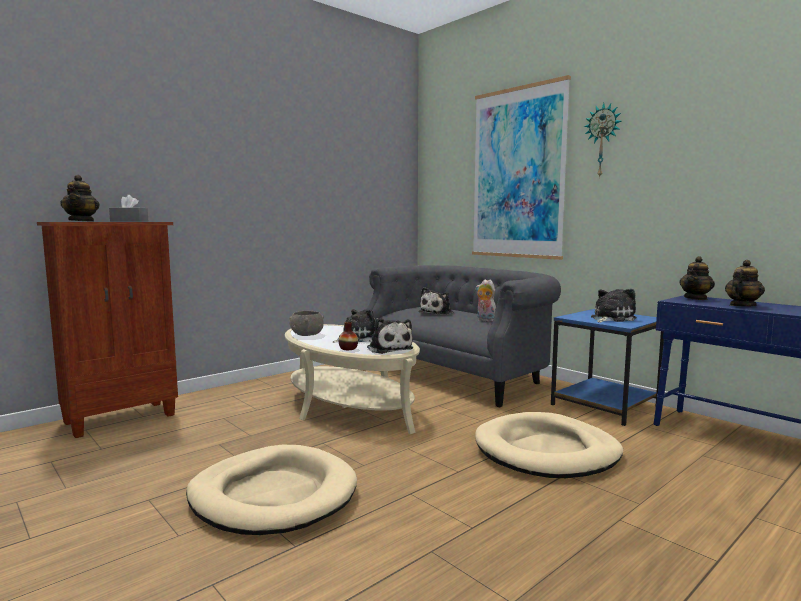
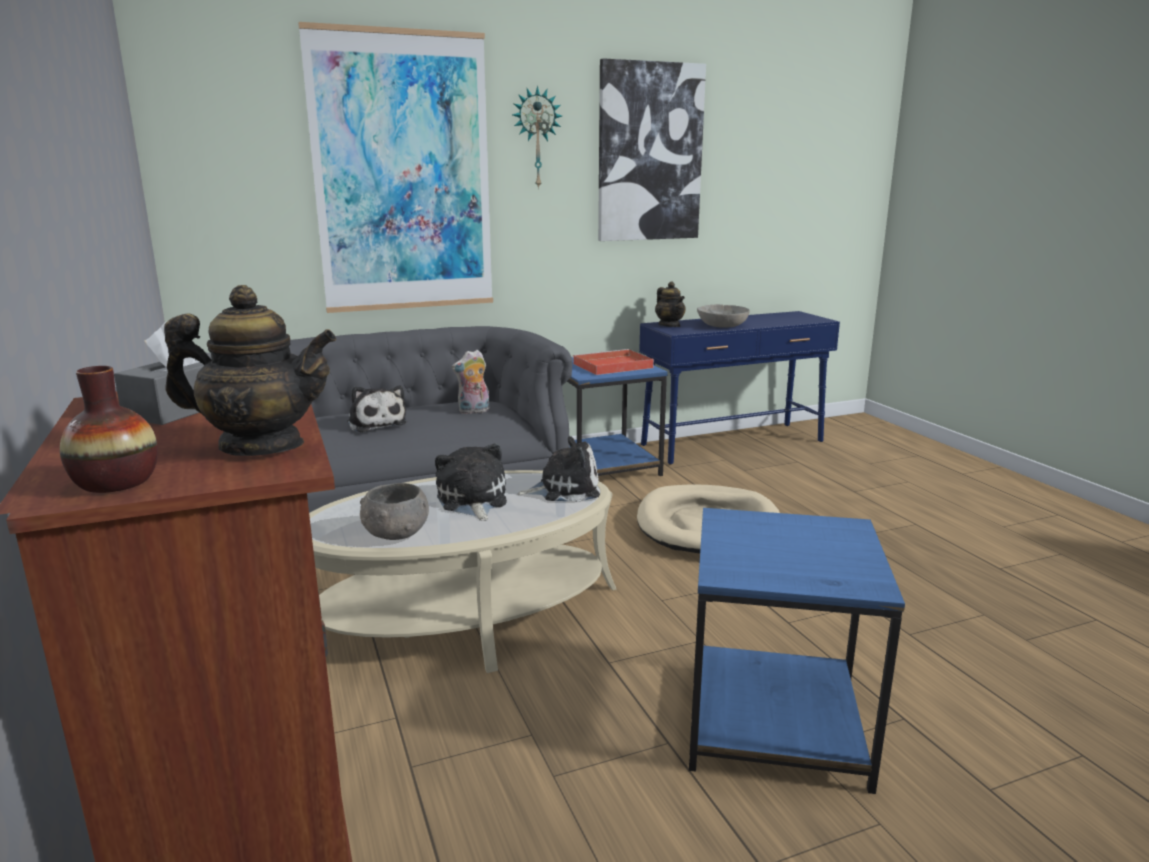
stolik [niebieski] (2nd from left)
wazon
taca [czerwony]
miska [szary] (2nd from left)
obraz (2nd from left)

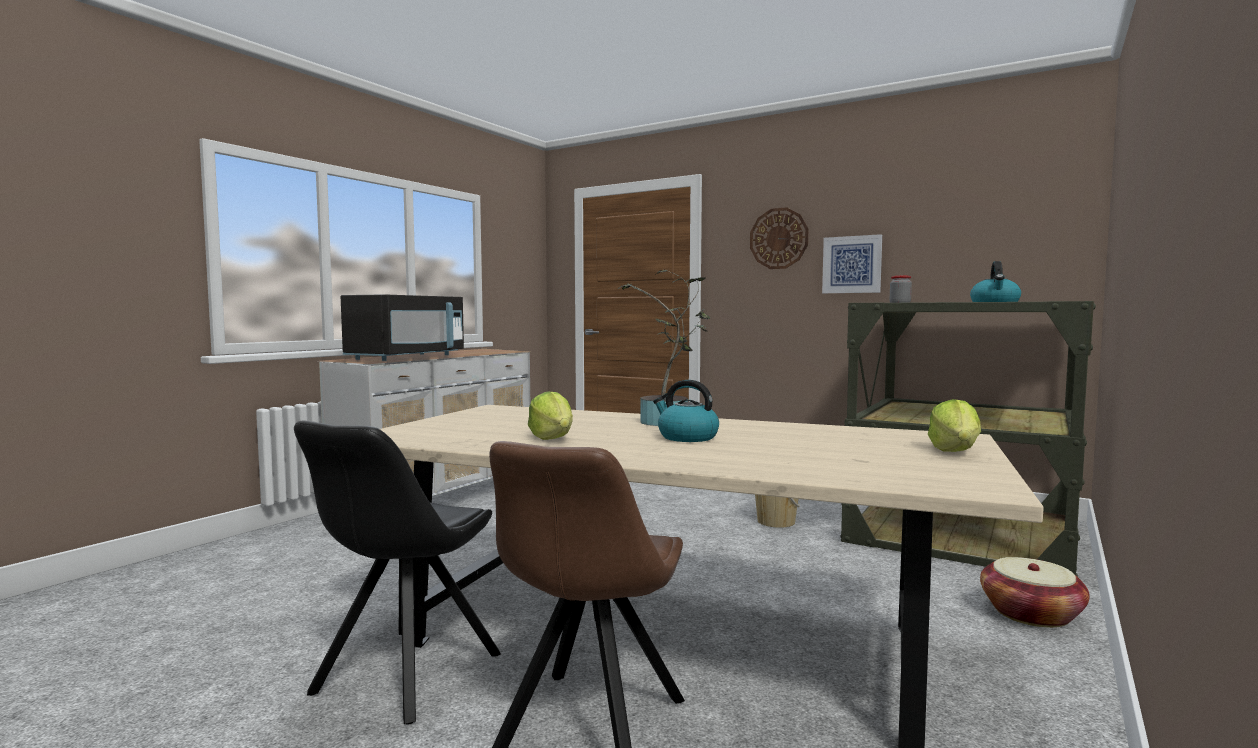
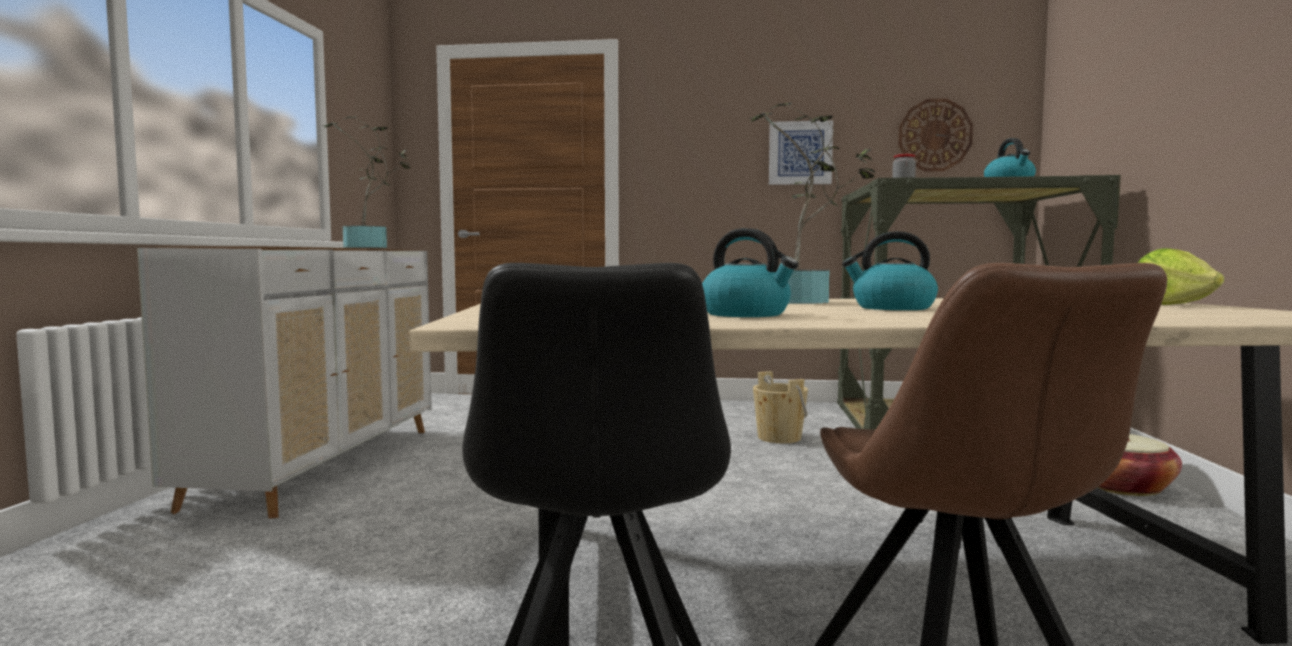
mikrofalówka [czarny]
czajnik (1st from left)
zegar ścienny
roślina doniczkowa (1st from left)

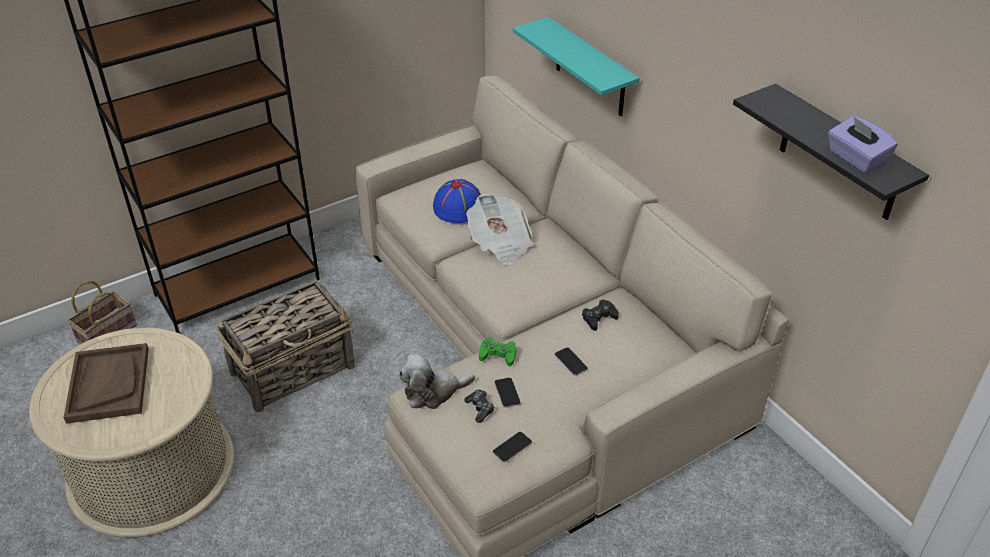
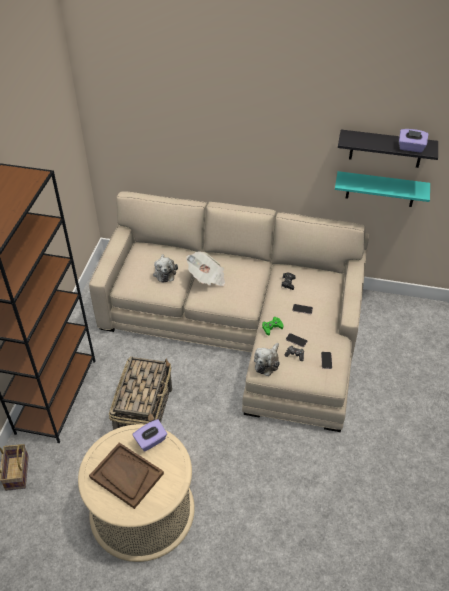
pluszak (1st from left)
półka [turkusowy]
pudełko chusteczek [fioletowy] (1st from left)

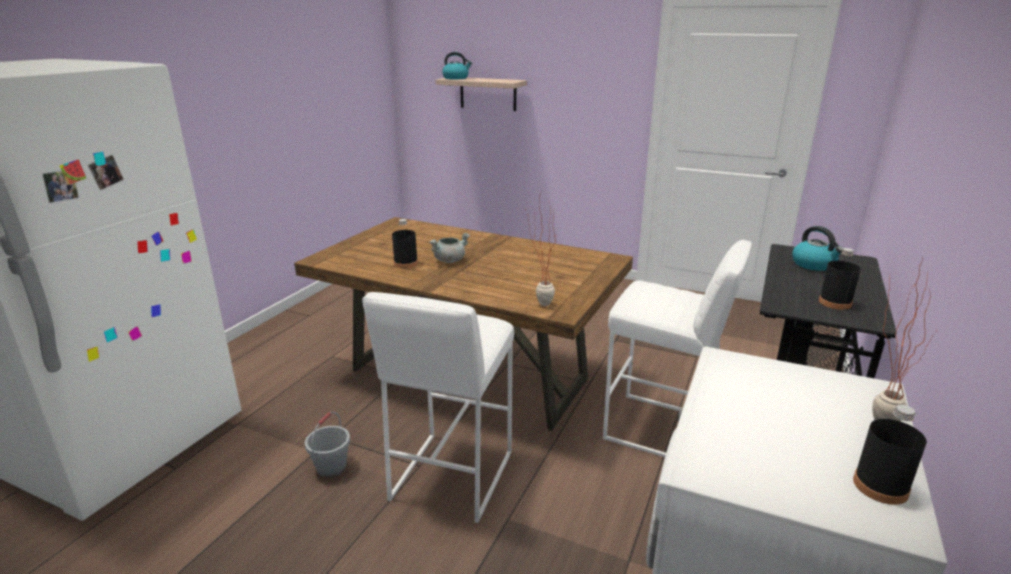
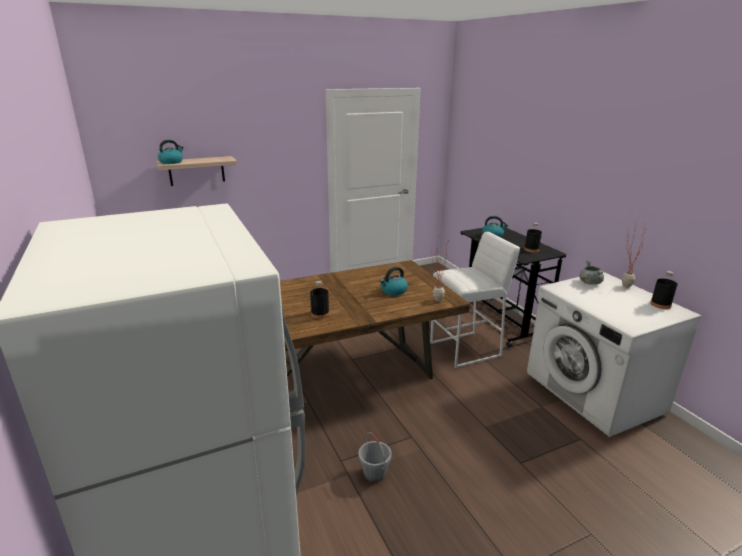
stołek [biały] (1st from left in the first image)
garnek [szary]
czajnik (2nd from left)

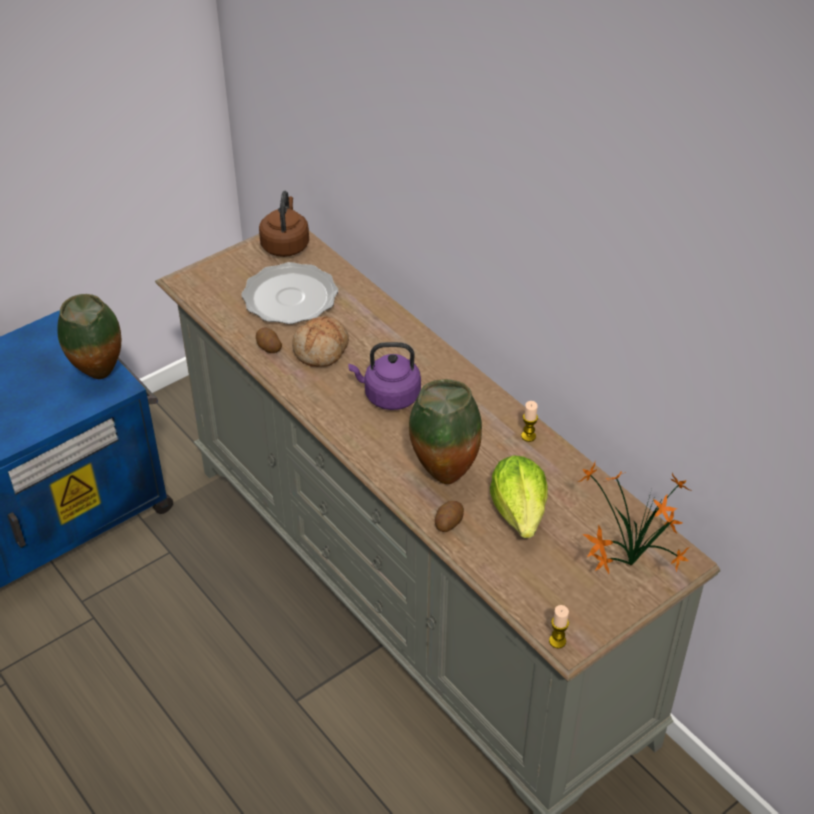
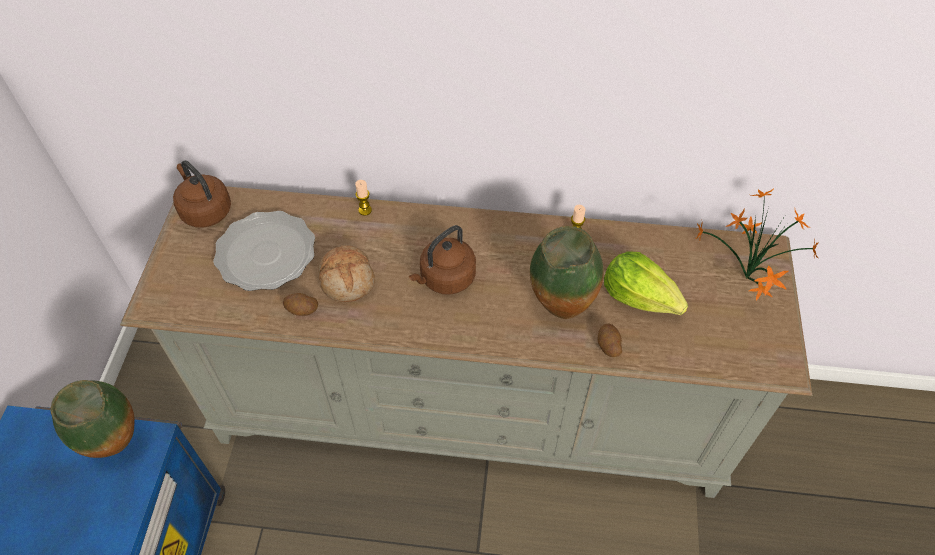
czajnik [brązowy] (2nd from left)
świeca (1st from left)

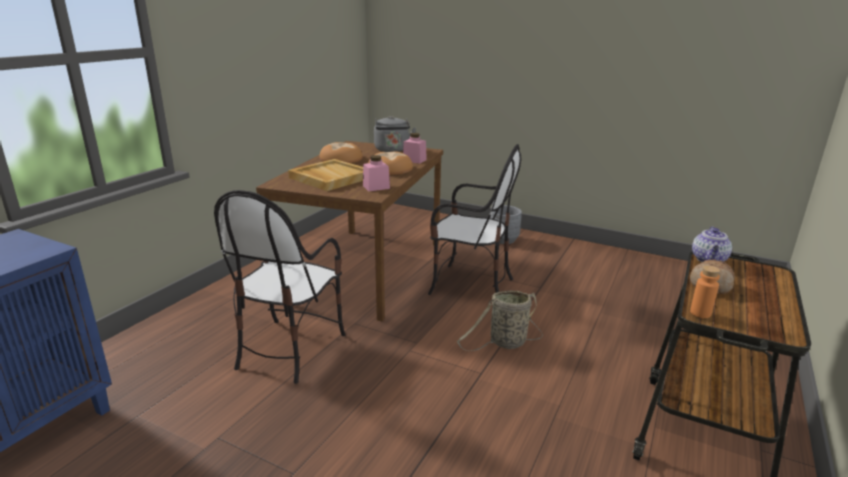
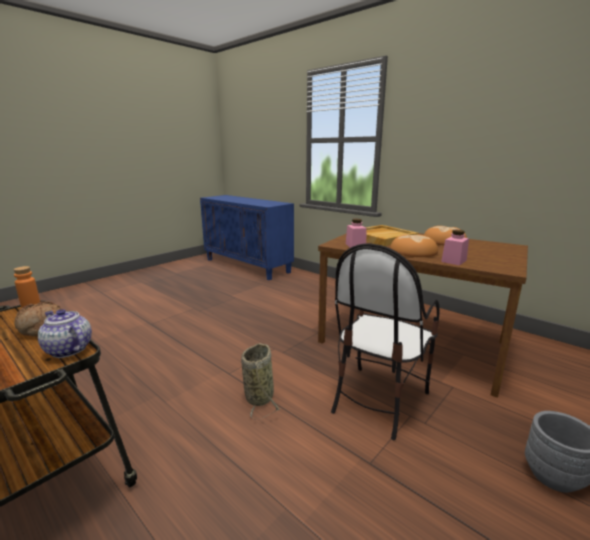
krzesło (1st from left in the first image)
czajnik [szary]

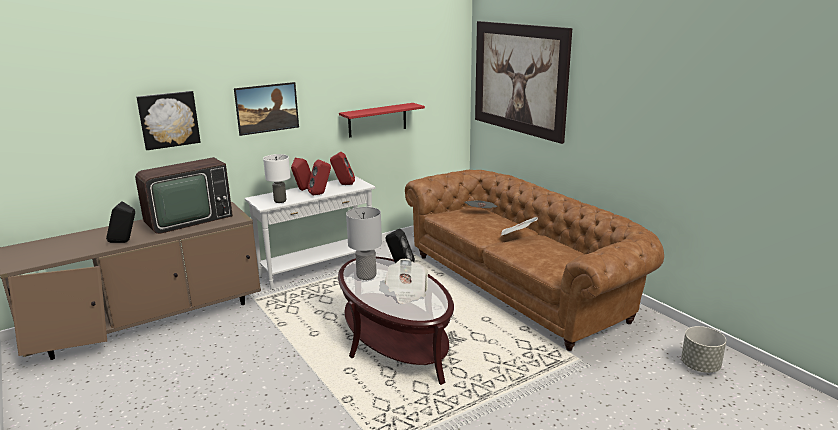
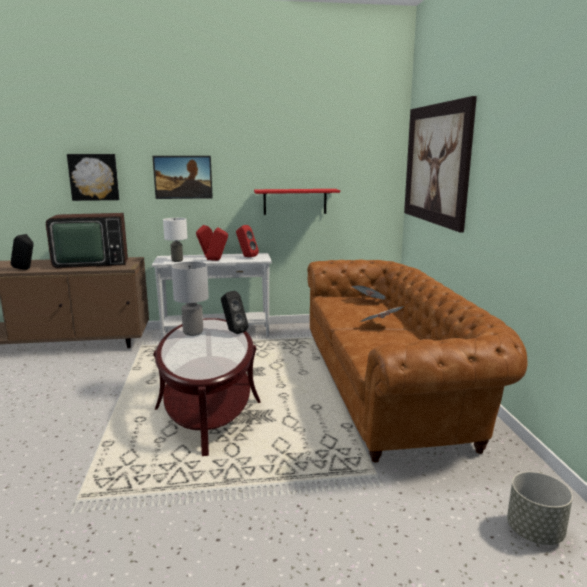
gazeta (1st from left in the first image)

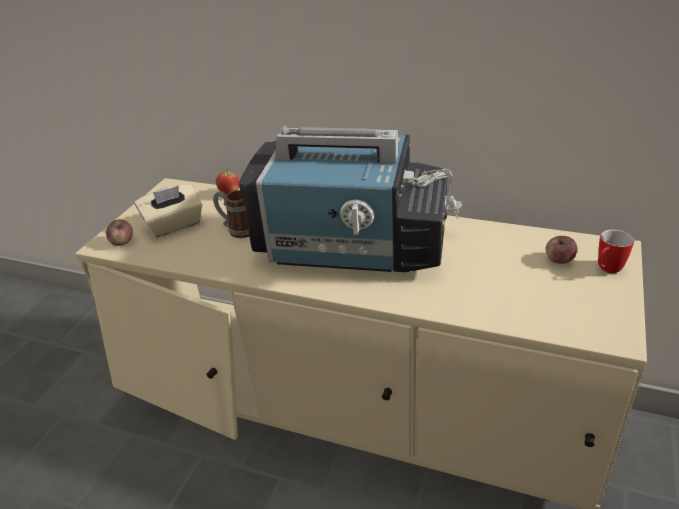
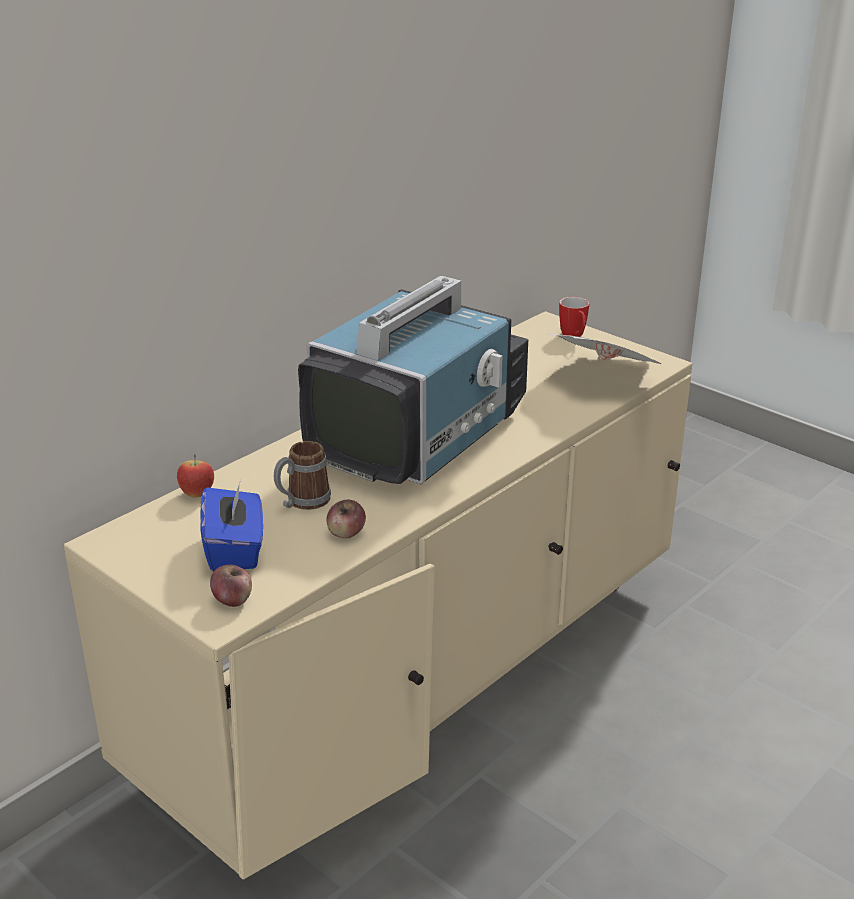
pudełko chusteczek [niebieski]
jabłko (3rd from left)
gazeta

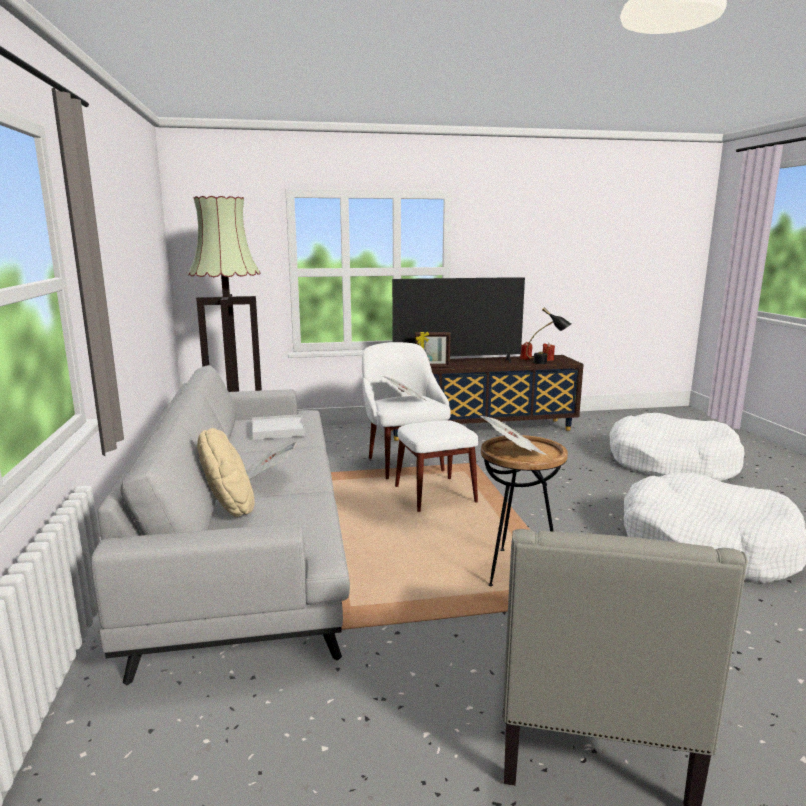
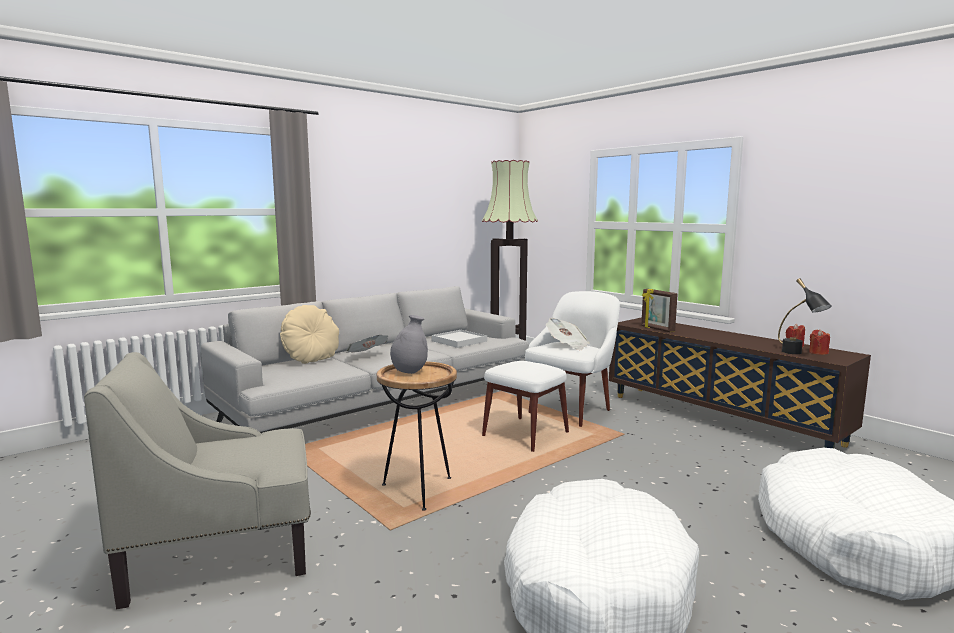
telewizor
wazon [szary]

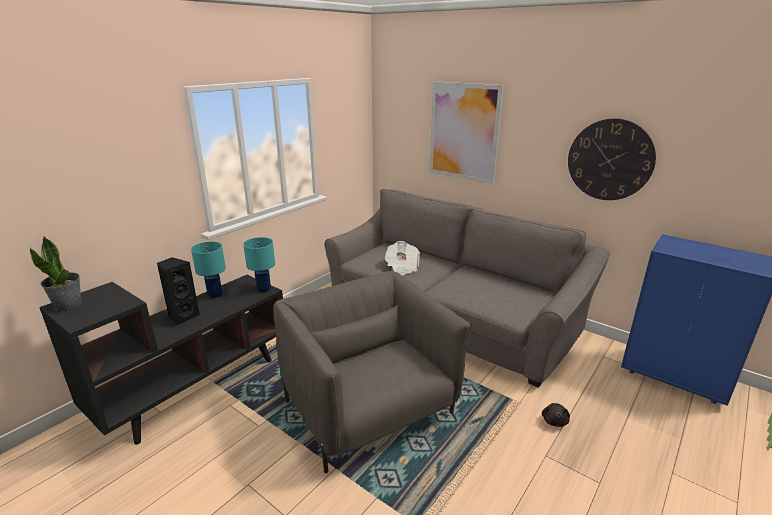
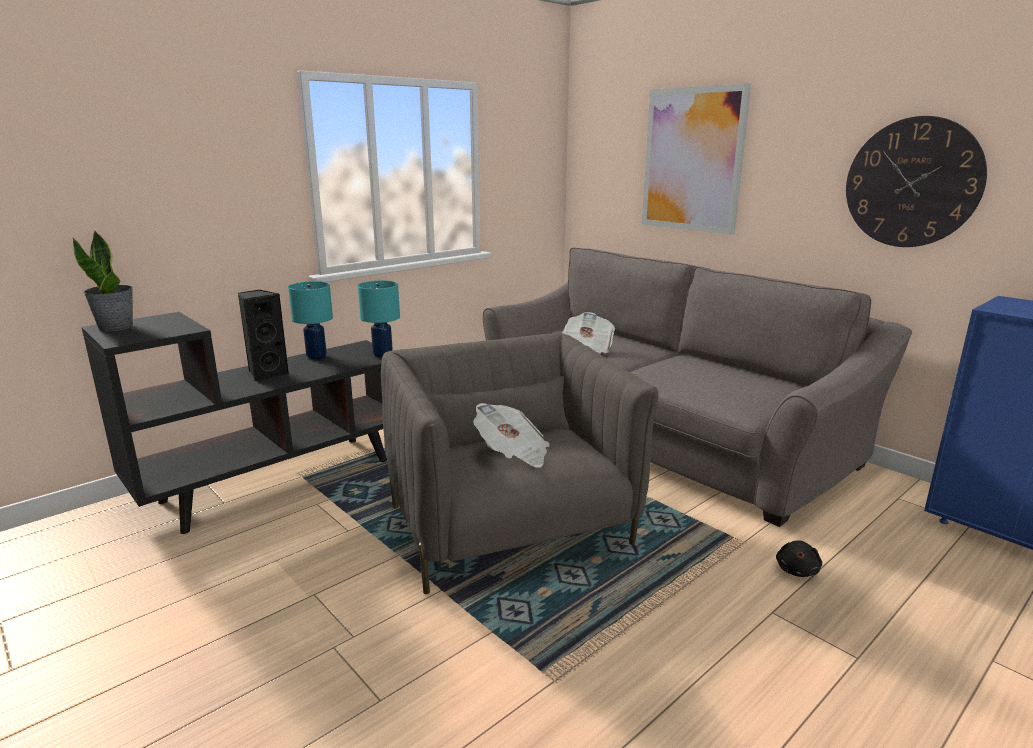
gazeta (1st from left)

